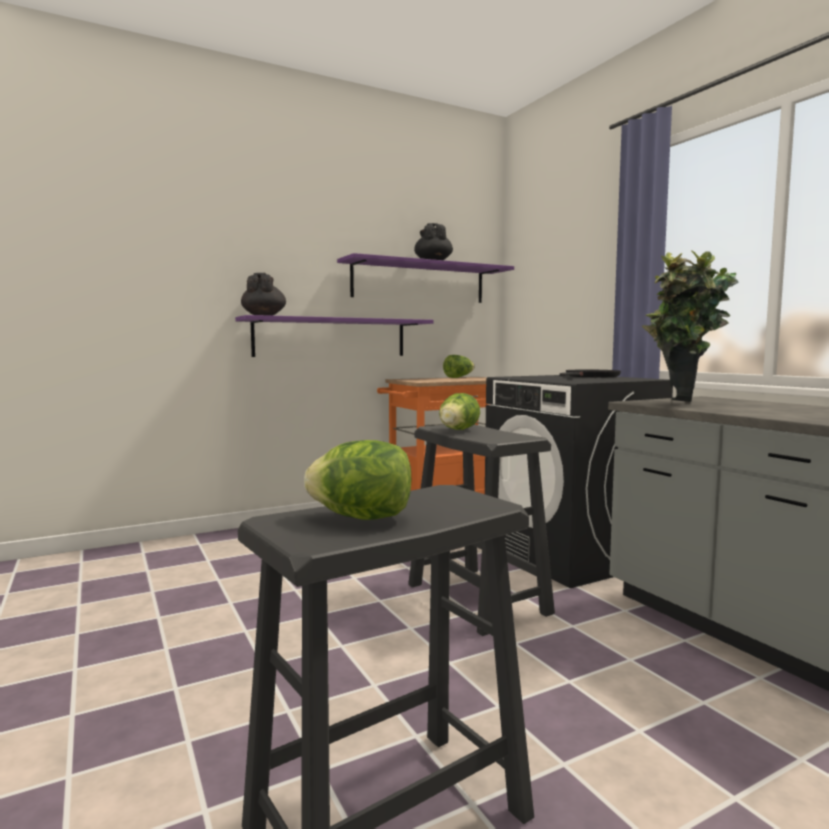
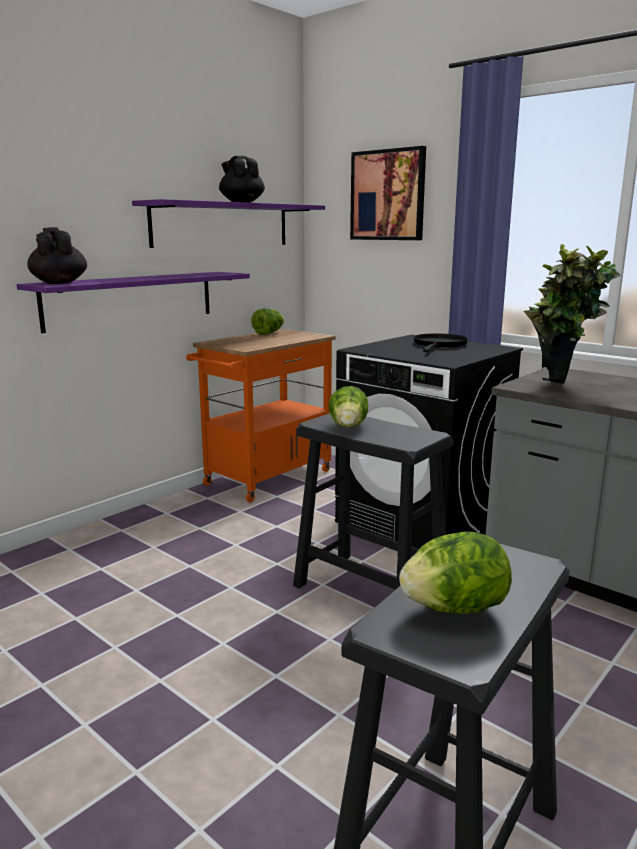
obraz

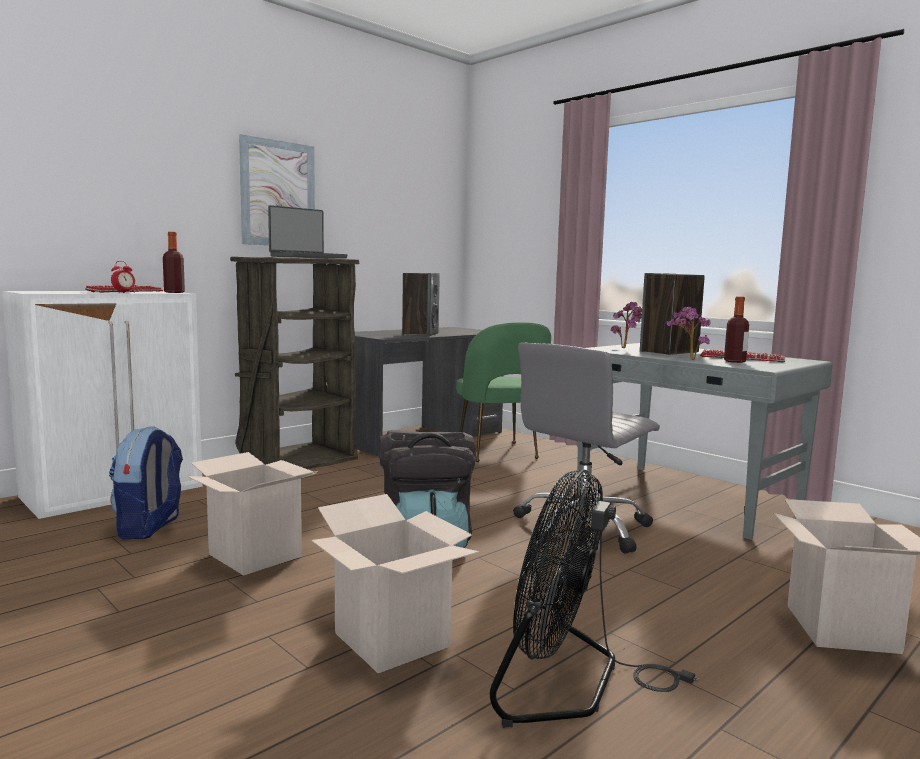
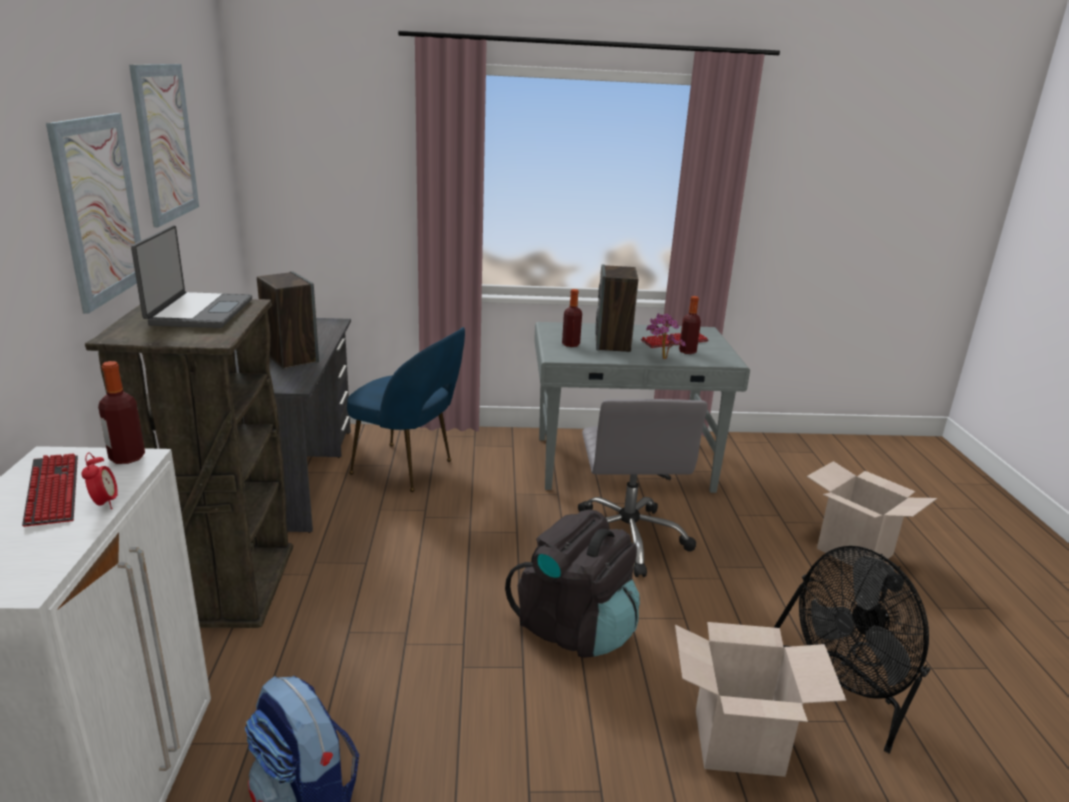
karton (1st from left in the first image)
krzesło [niebieski]
butelka (2nd from left)
obraz (2nd from left)

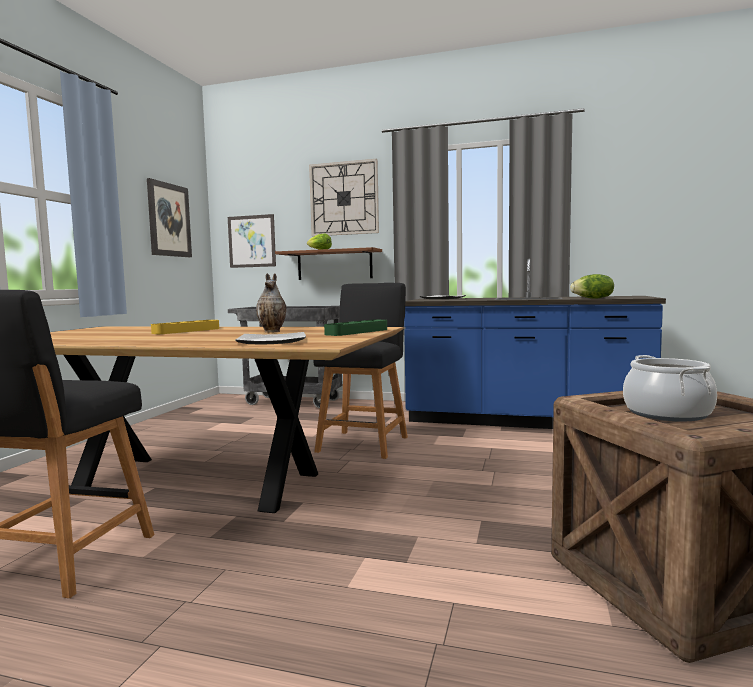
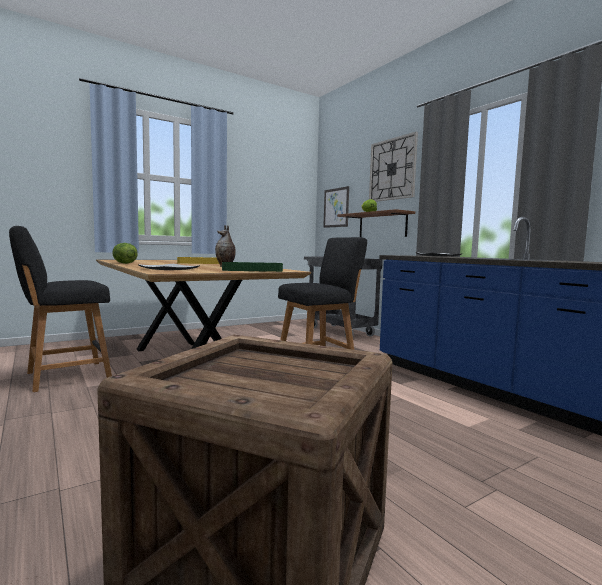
obraz (1st from left in the first image)
sałata (1st from left)
garnek

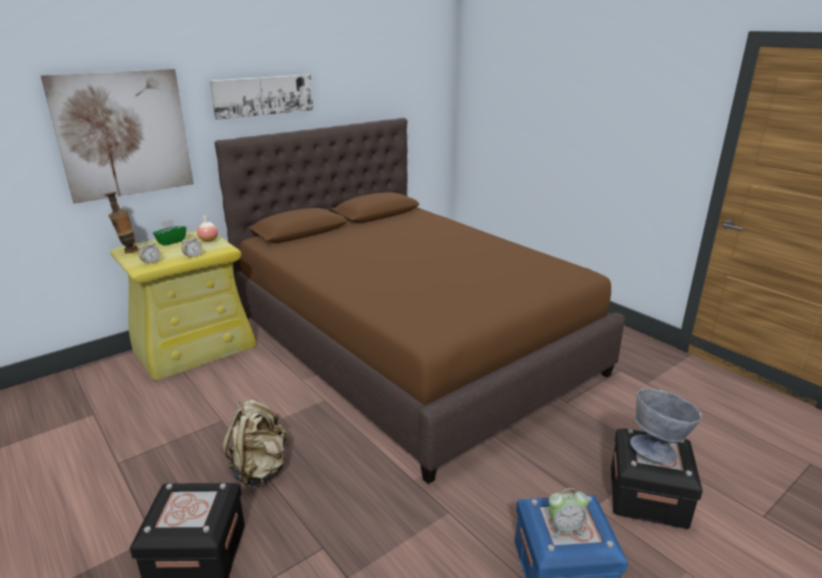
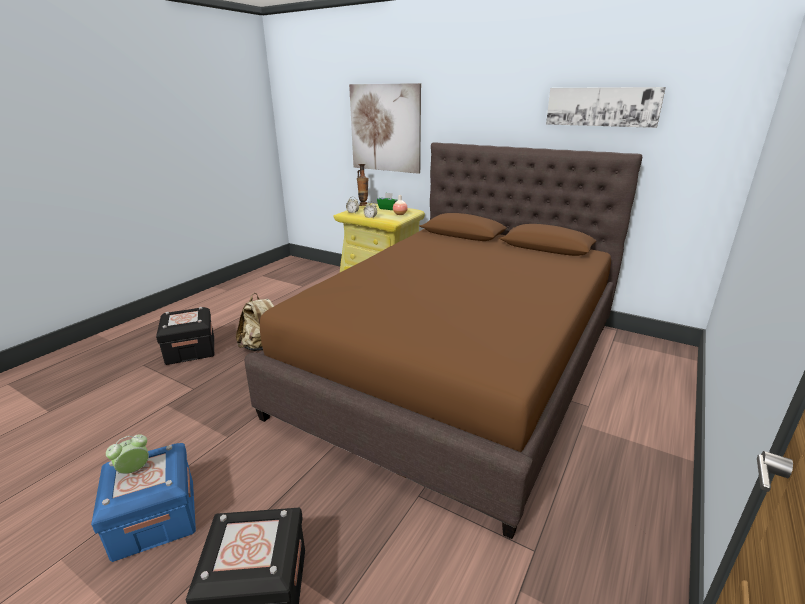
obraz (2nd from left)
budzik (1st from left)
miska [szary]

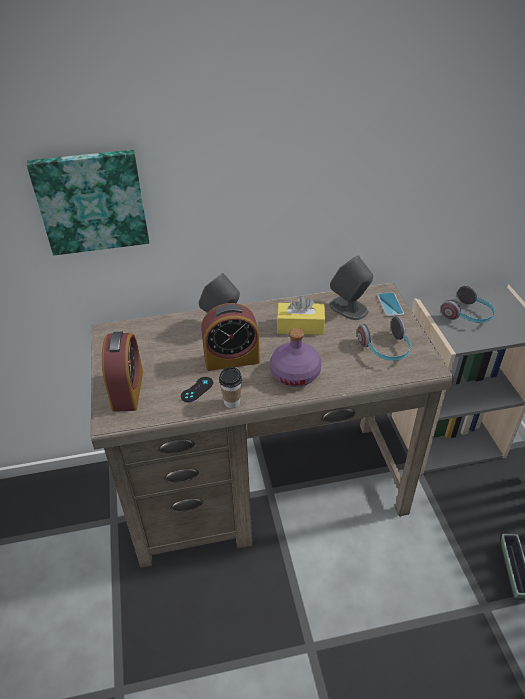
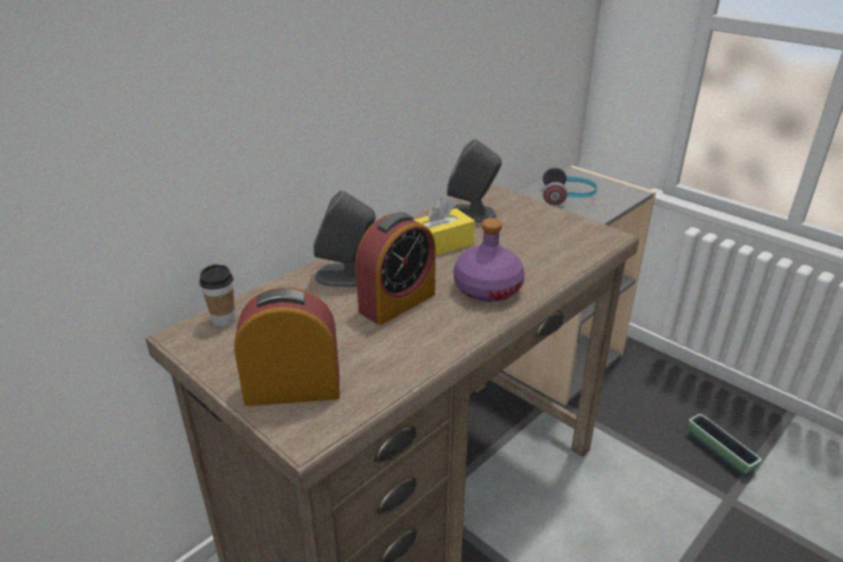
obraz
budzik (1st from left)
pad do gier [czarny]
filiżanka
słuchawki (1st from left in the first image)
telefon

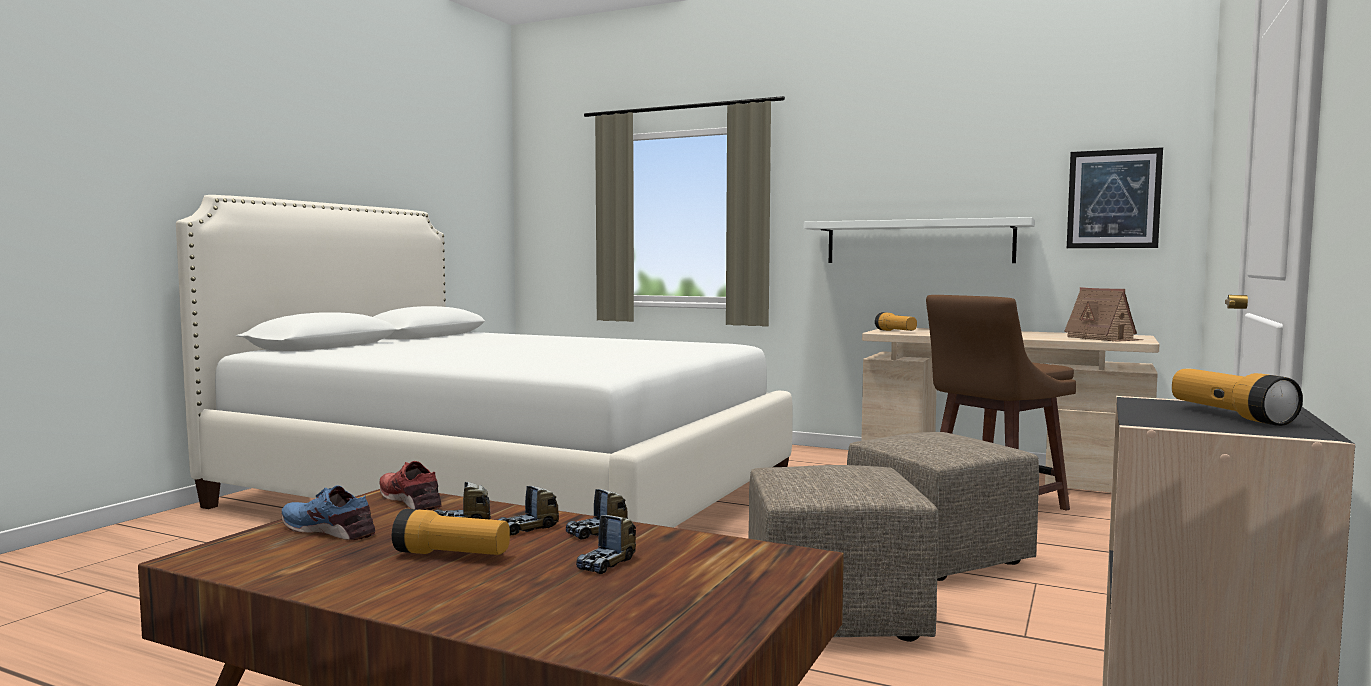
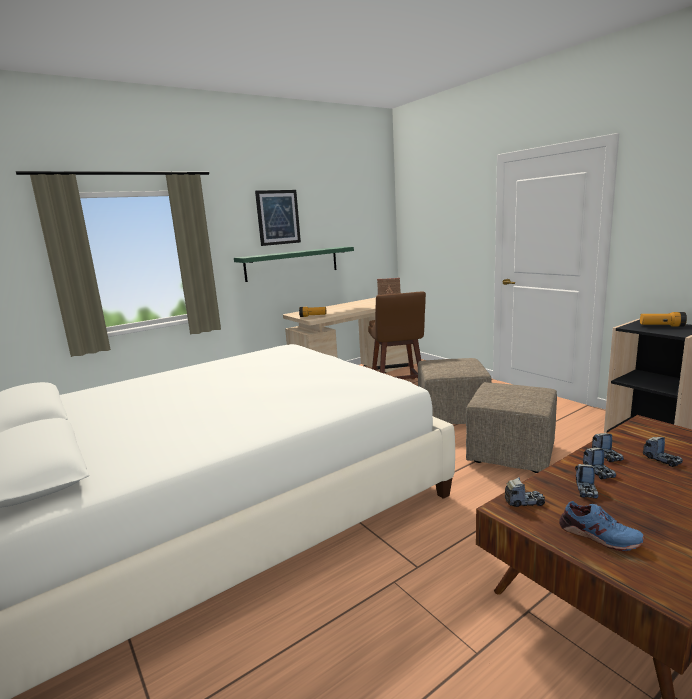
but [niebieski]
ciężarówka zabawkowa (1st from left)
latarka (1st from left in the first image)
półka [zielony]
obraz

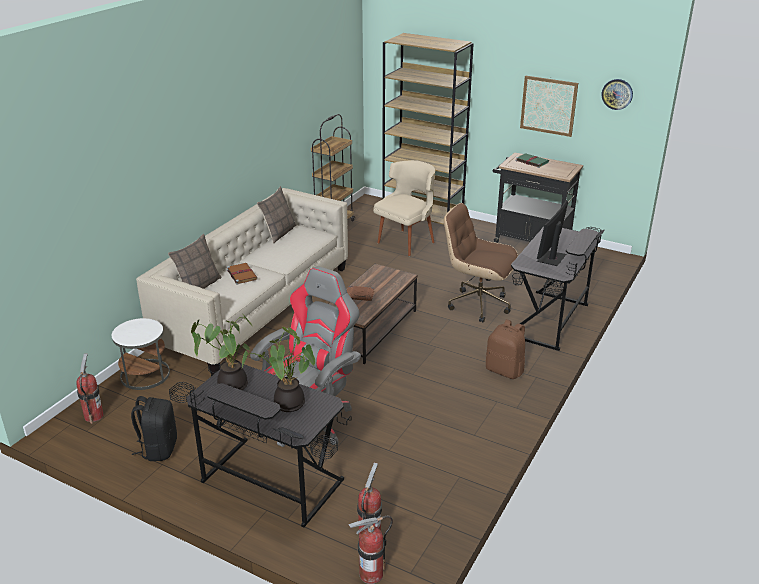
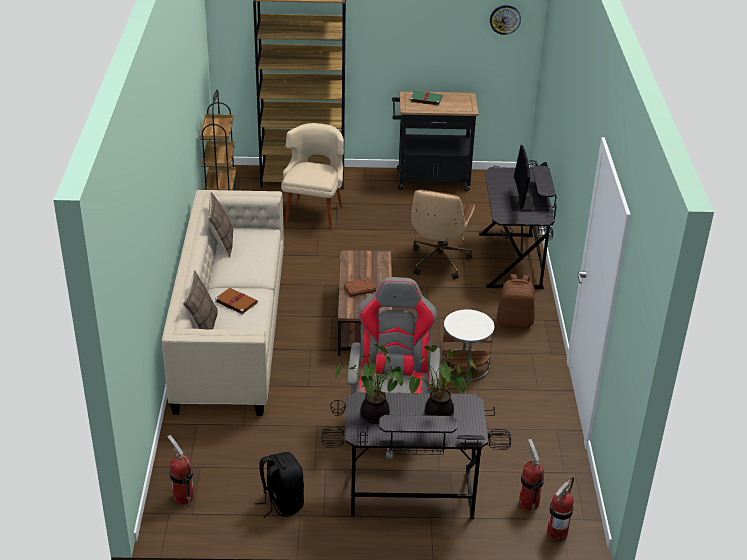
stolik [biały]
krzesło biurowe [brązowy]
obraz

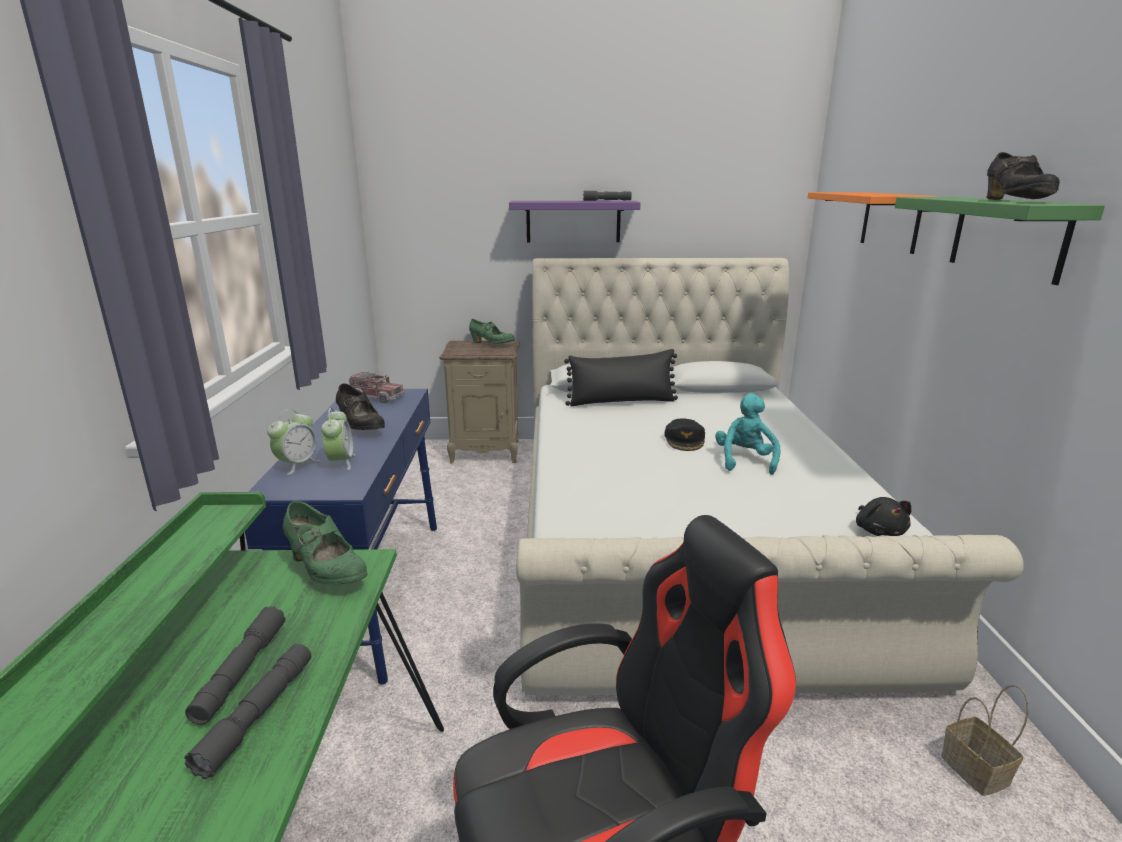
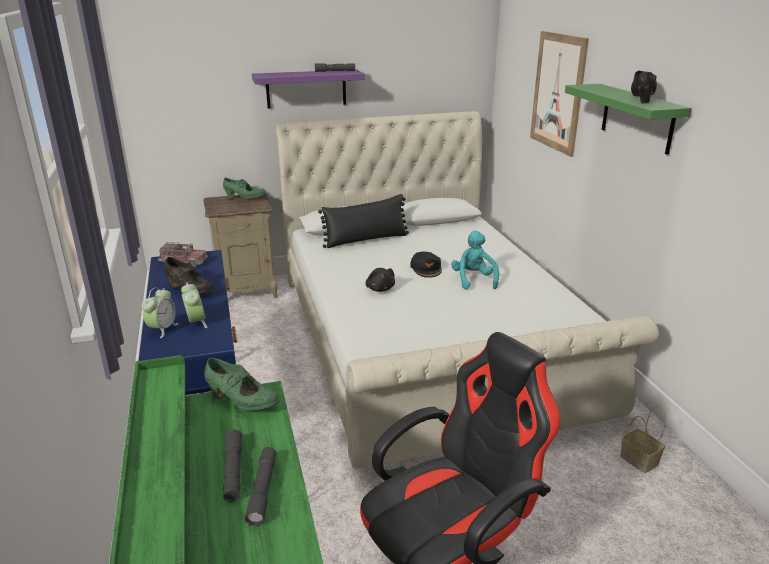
obraz
pluszak [czarny]
but [czarny] (2nd from left)

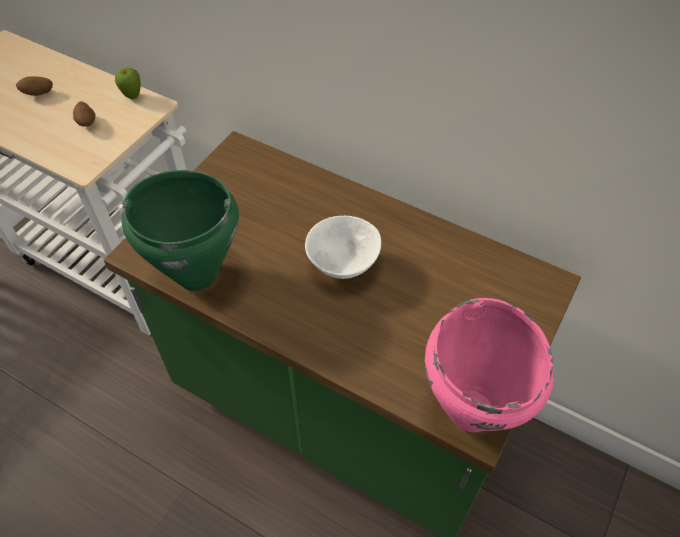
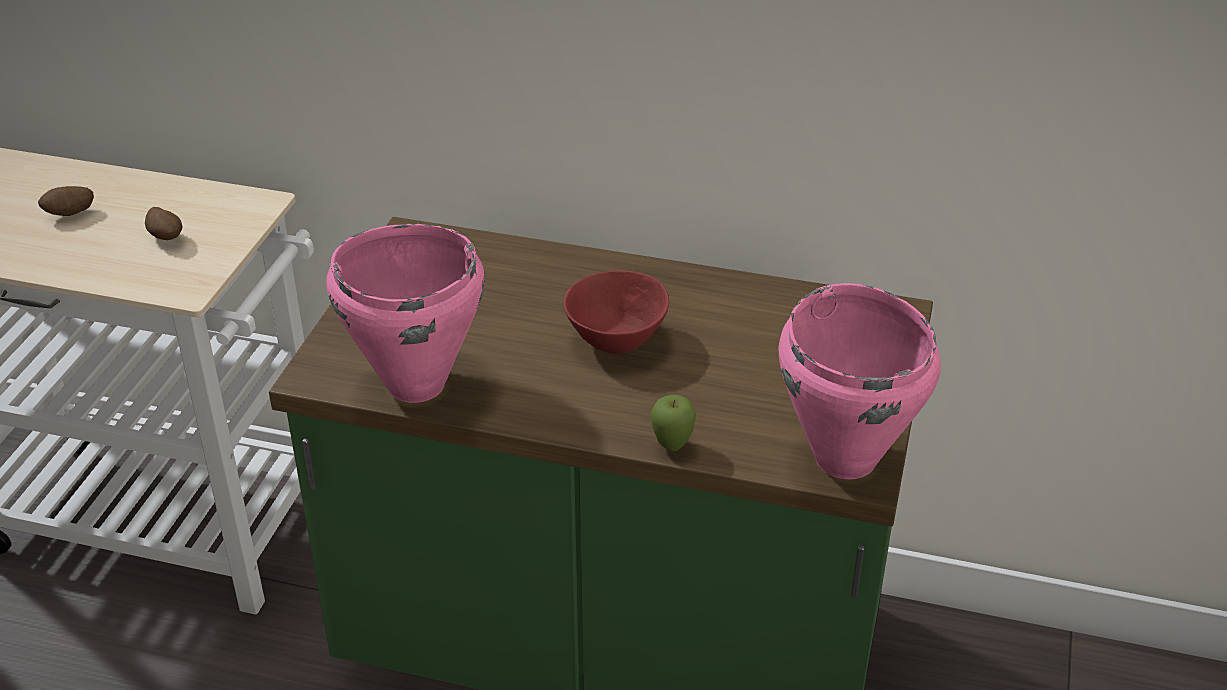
jabłko
garnek [różowy] (1st from left)
miska [czerwony]

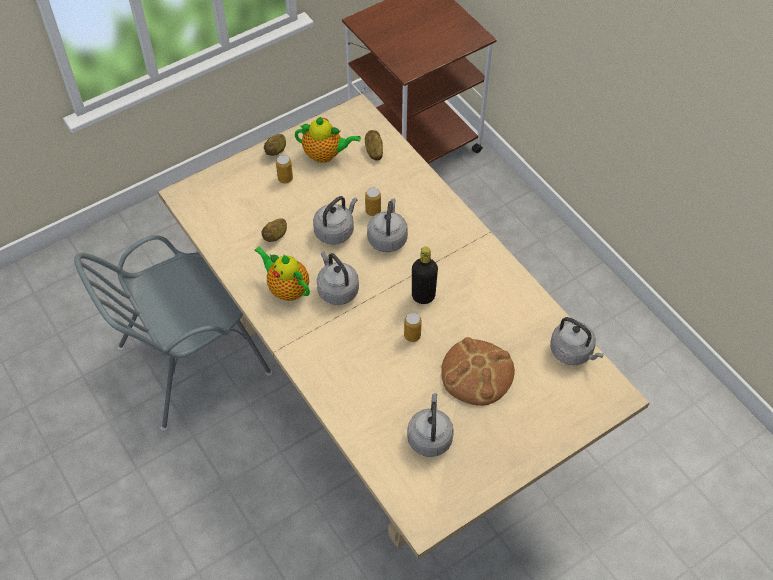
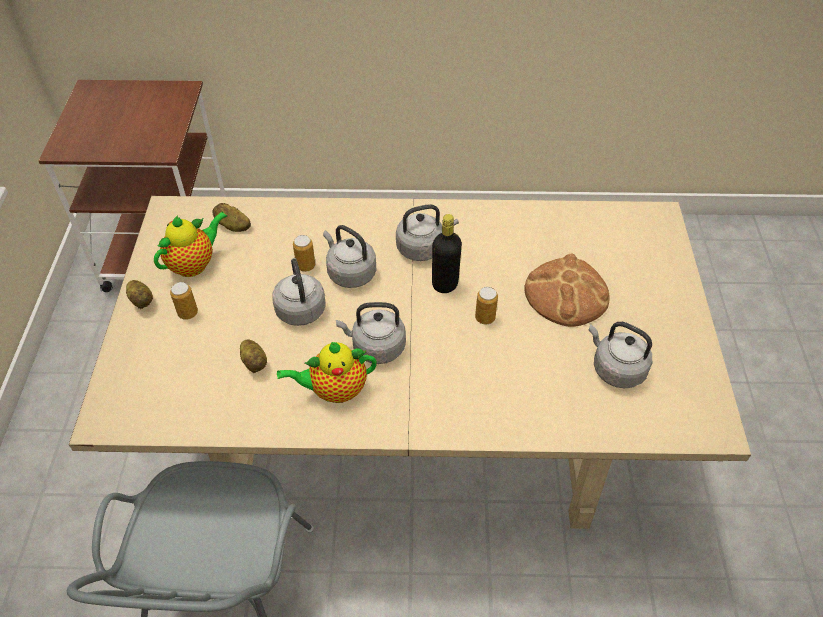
czajnik [szary] (4th from left)

